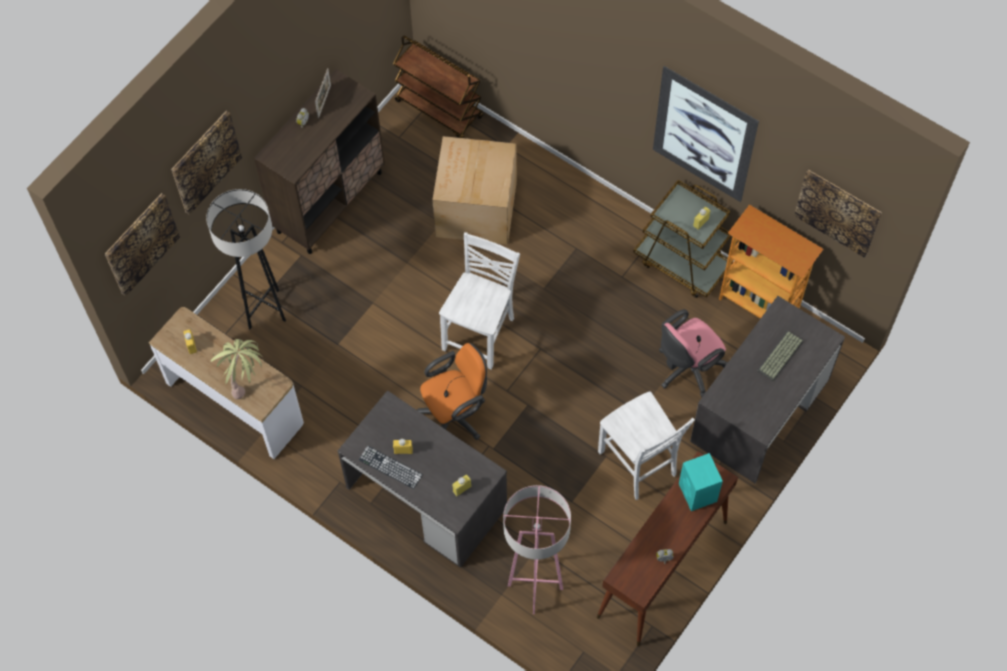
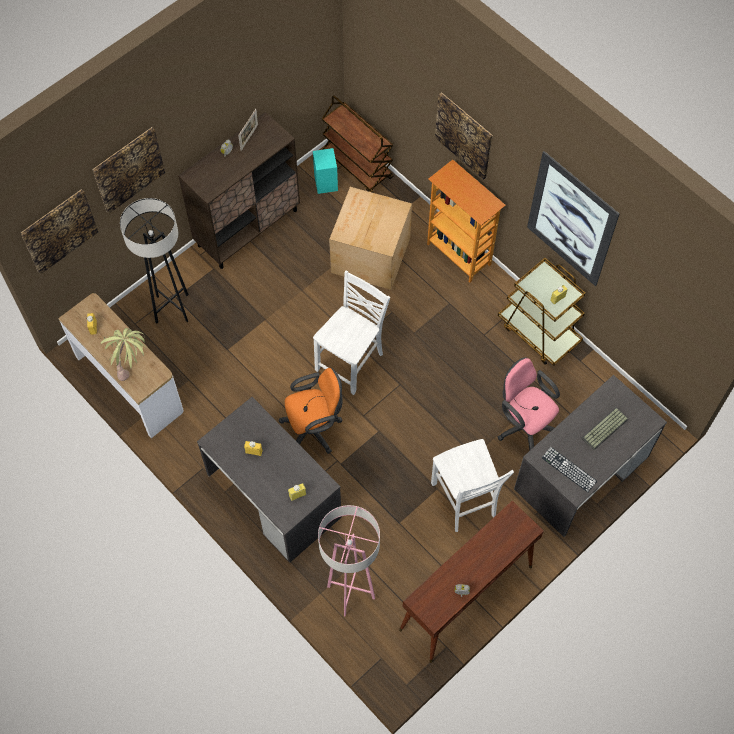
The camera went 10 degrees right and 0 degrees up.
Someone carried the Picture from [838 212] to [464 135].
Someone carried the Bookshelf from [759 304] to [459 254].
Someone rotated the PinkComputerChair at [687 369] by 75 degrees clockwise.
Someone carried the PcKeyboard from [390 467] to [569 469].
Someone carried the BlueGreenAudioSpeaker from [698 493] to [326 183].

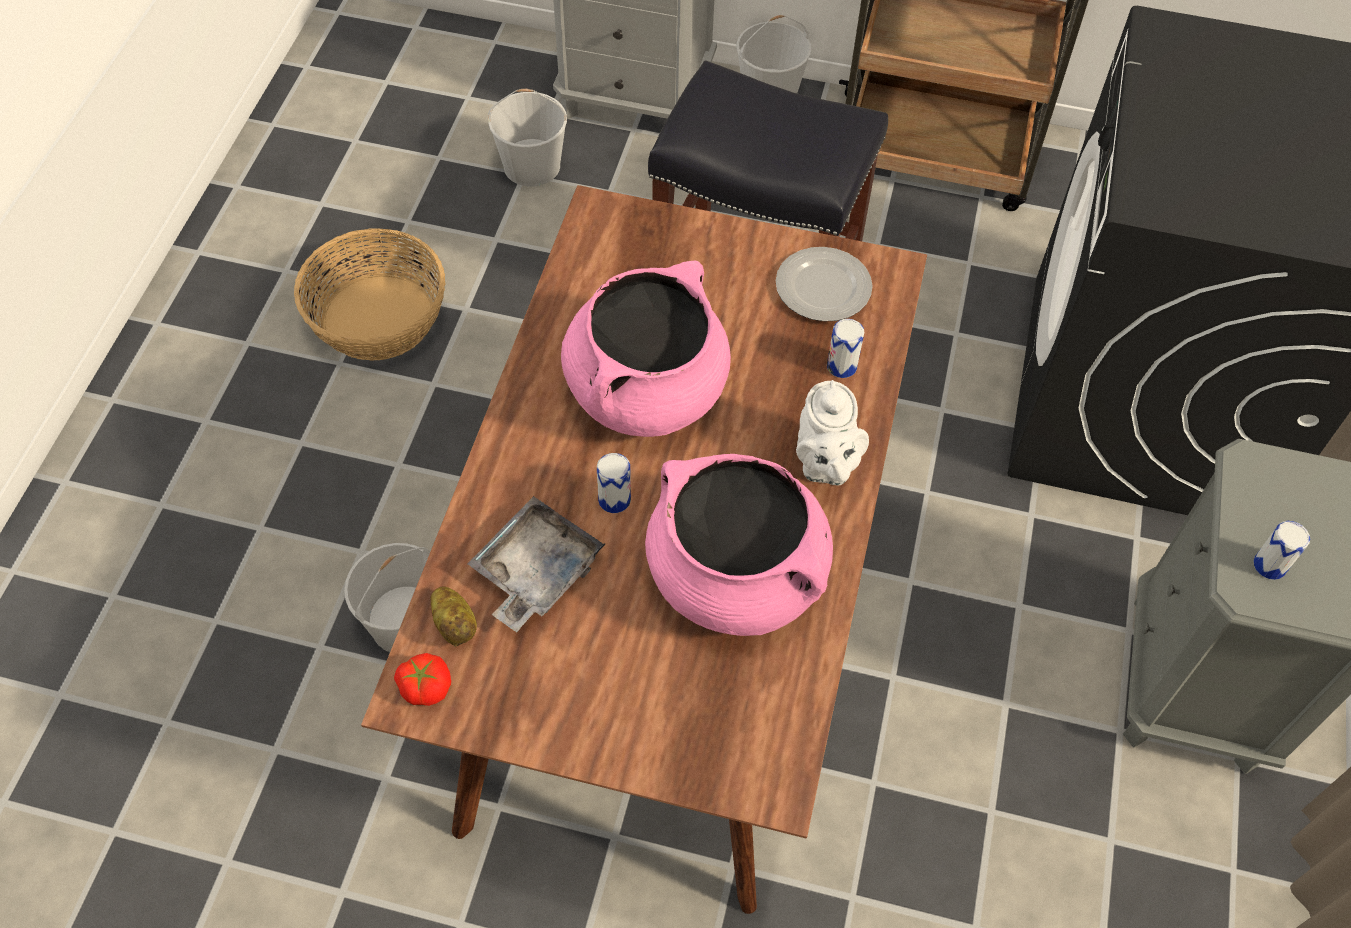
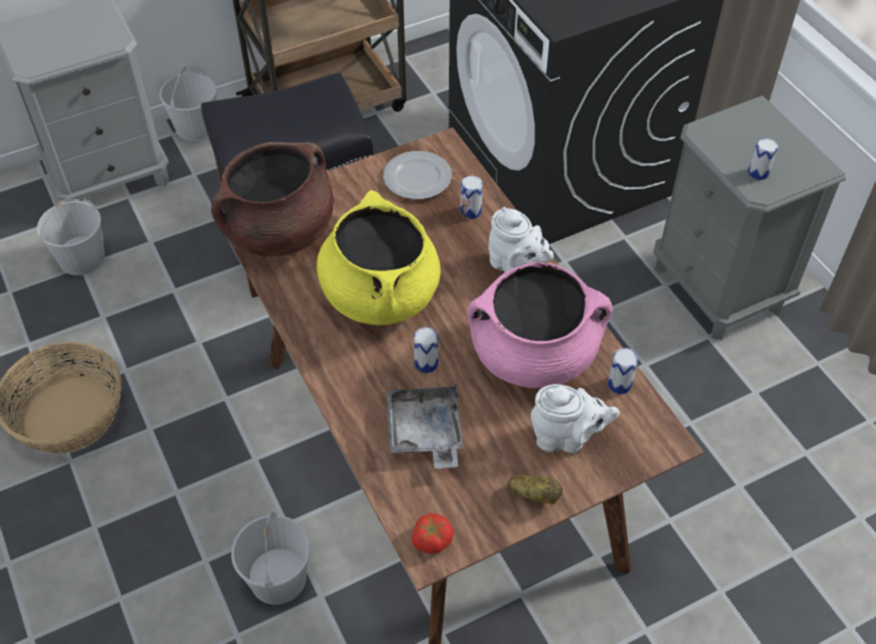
The camera went 40 degrees left and 5 degrees down.
Someone repainted the PinkStockpot at [646 390], which became the YellowColouredStockpot at [380 294].
Someone carried the Potato from [455 624] to [534 495].
Someone put down the BrownStockpot at [278 232].
Someone put down the Can at [619 384].
Someone put down the WhiteTeapot at [566 437].

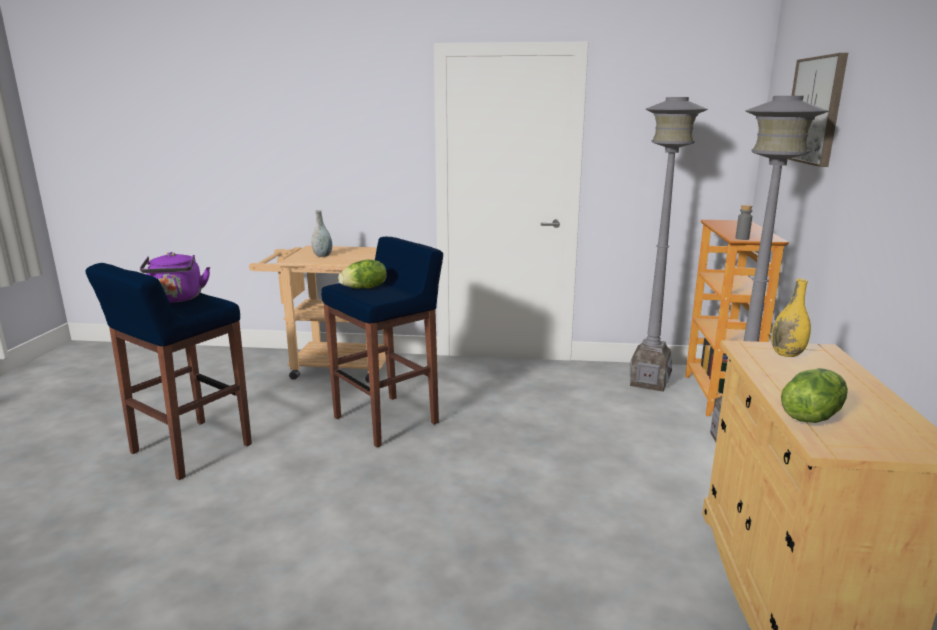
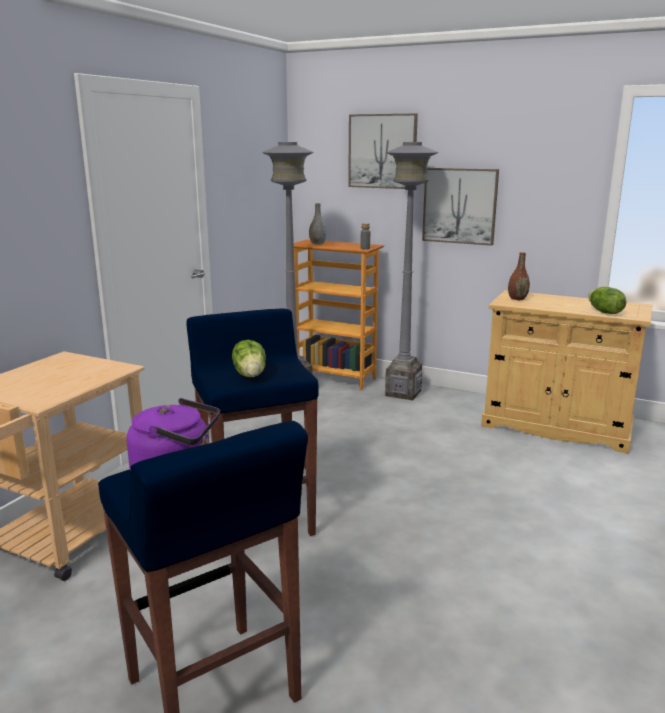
The camera went 70 degrees left and 0 degrees up.
Someone carried the GreyishDecorativeVase from [322 255] to [317 243].
Someone repainted the YellowColouredDecorativeVase at [787 353], which became the BrownDecorativeVase at [517 299].
Someone put up the Picture at [460 206].

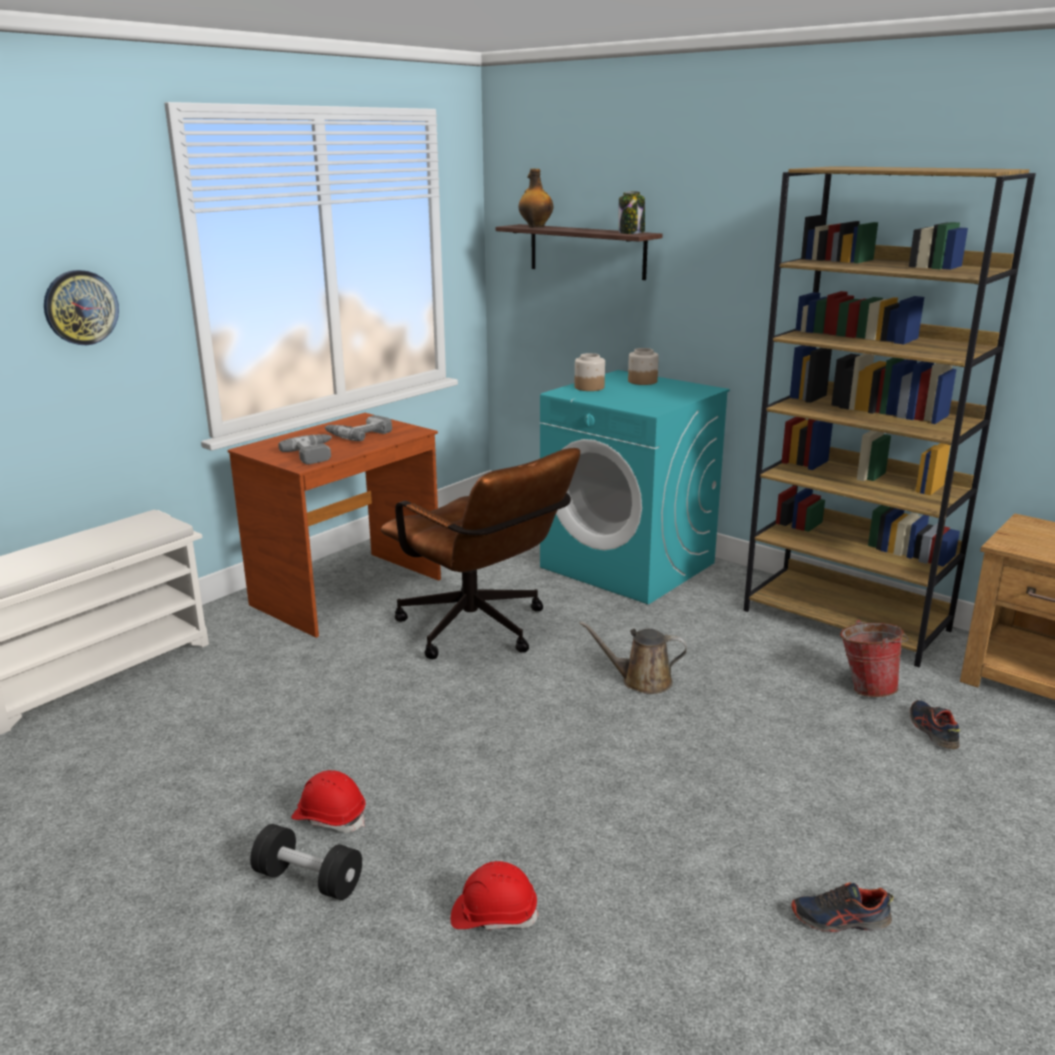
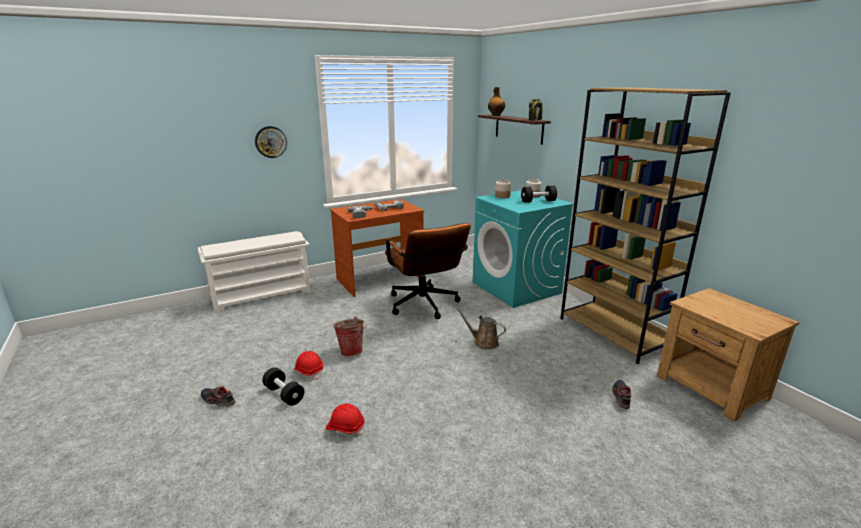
The camera went 20 degrees right and 0 degrees up.
Someone carried the Bucket from [866 687] to [352 351].
Someone carried the ItemOfFootwear from [840 920] to [217 401].
Someone put down the BlackDumbbell at [538 201].

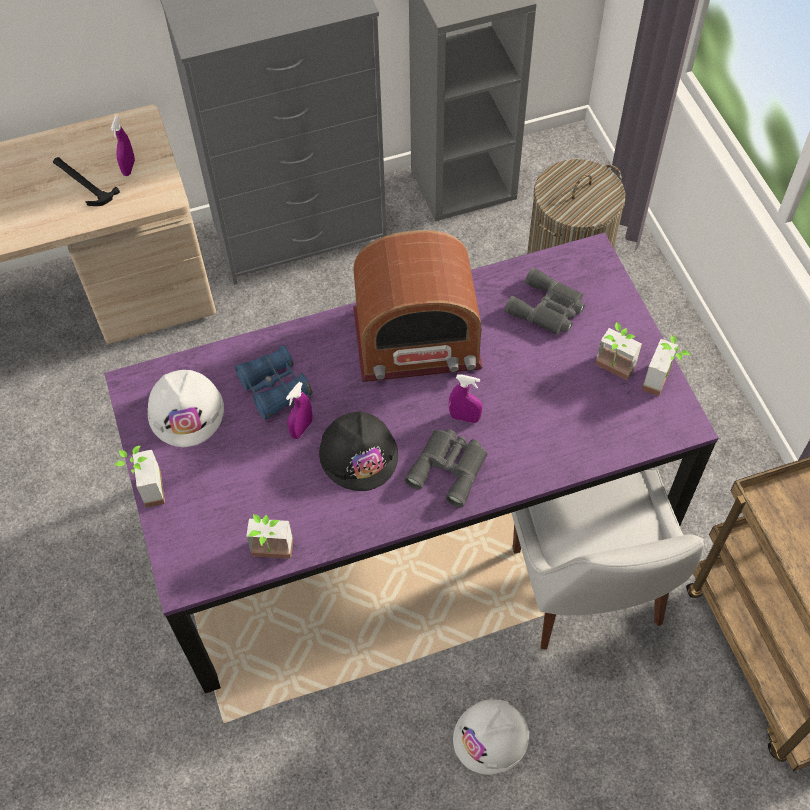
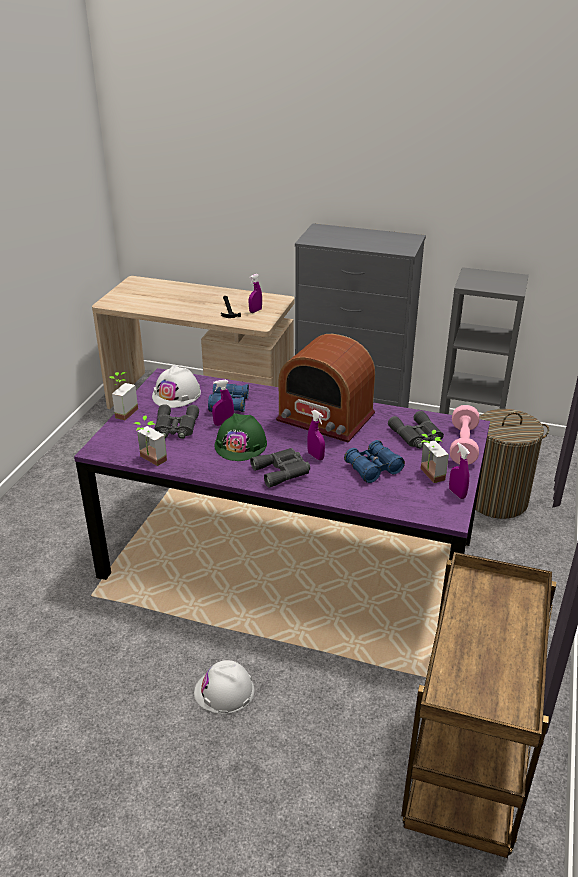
The camera went 35 degrees right and 25 degrees down.
Someone swapped the Houseplant at [663 382] for the PurplishSprayer at [457 493].
Someone repainted the BlackHardHat at [359 453], which became the GreenishHardHat at [241 444].
Someone took away the WhiteChair at [588 592].
Someone put down the GreyishFieldGlasses at [175 427].
Someone put down the PinkDumbbell at [463 445].
Someone put down the BlueColouredFieldGlasses at [373 468].

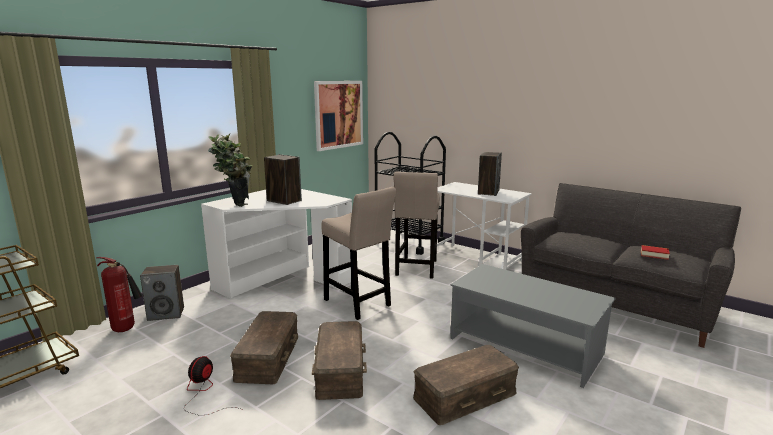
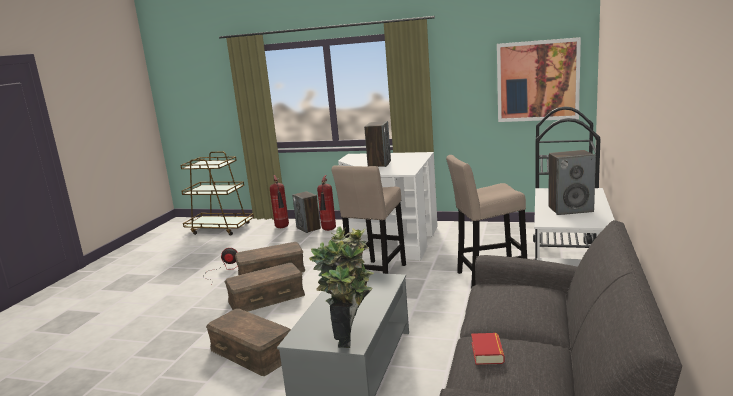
The camera went 70 degrees right and 0 degrees up.
Someone carried the Houseplant from [234 203] to [350 335].
Someone put down the Extinguisher at [329 230].

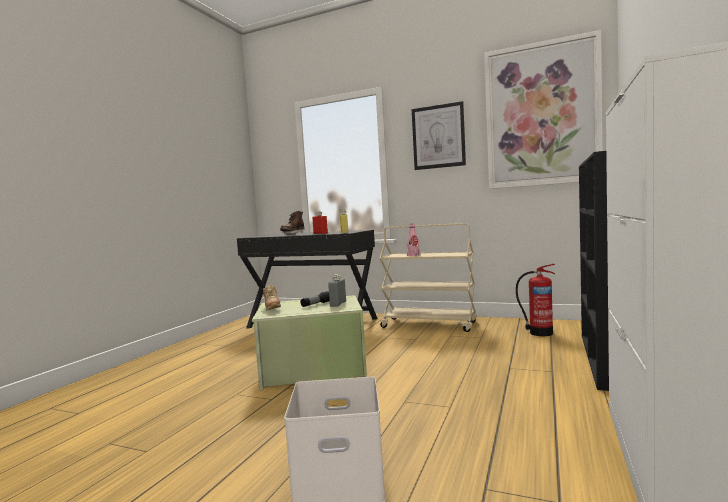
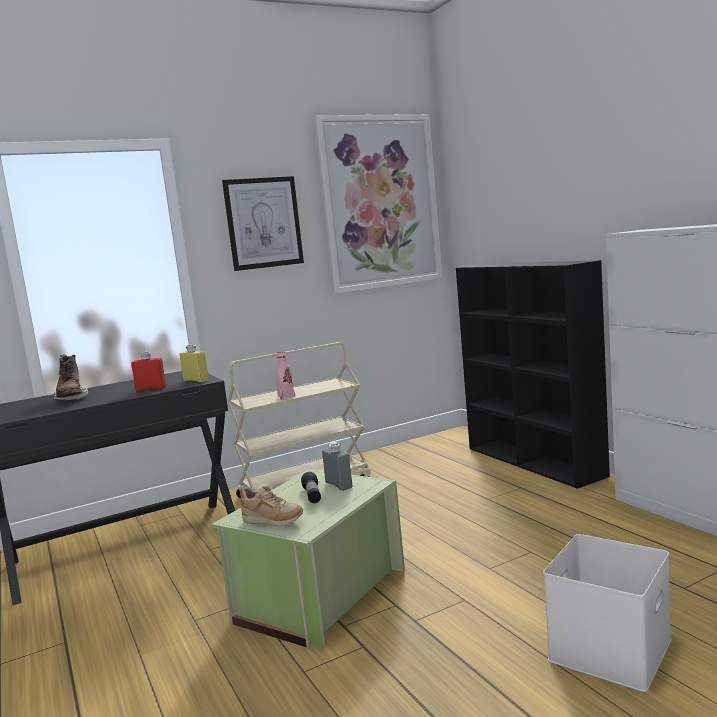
The camera went 50 degrees left and 5 degrees up.
Someone took away the Extinguisher at [539 333].

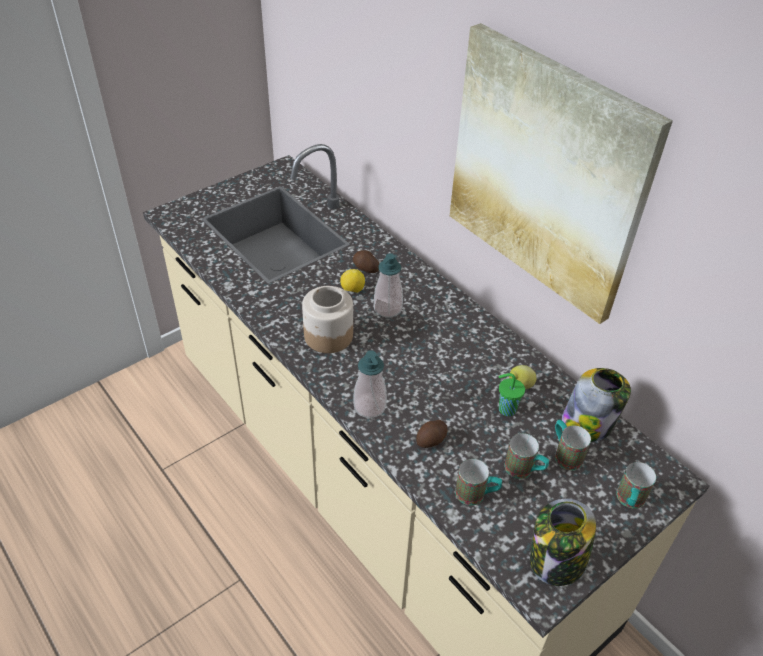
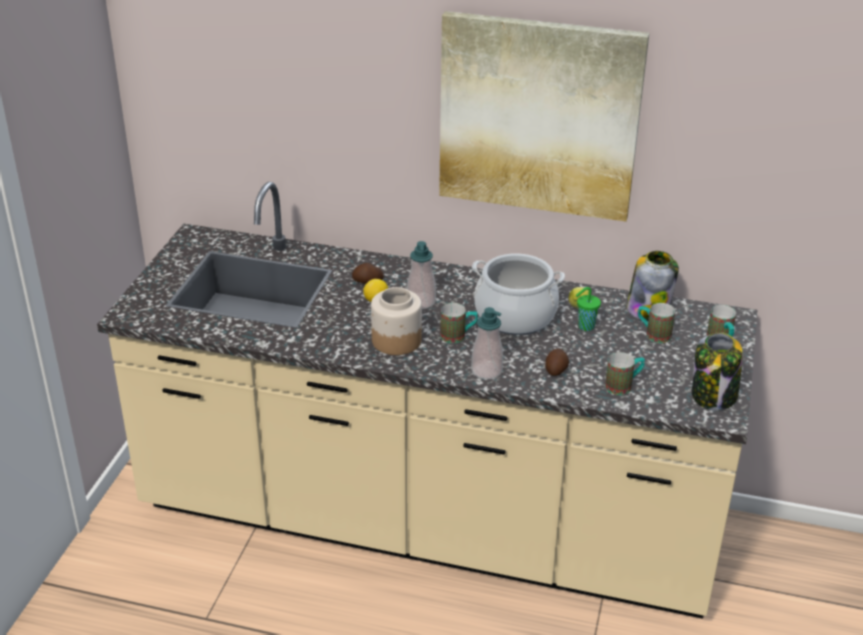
The camera went 35 degrees left and 10 degrees down.
Someone carried the CoffeeMug from [524 470] to [458 336].
Someone put down the Stockpot at [515 316].

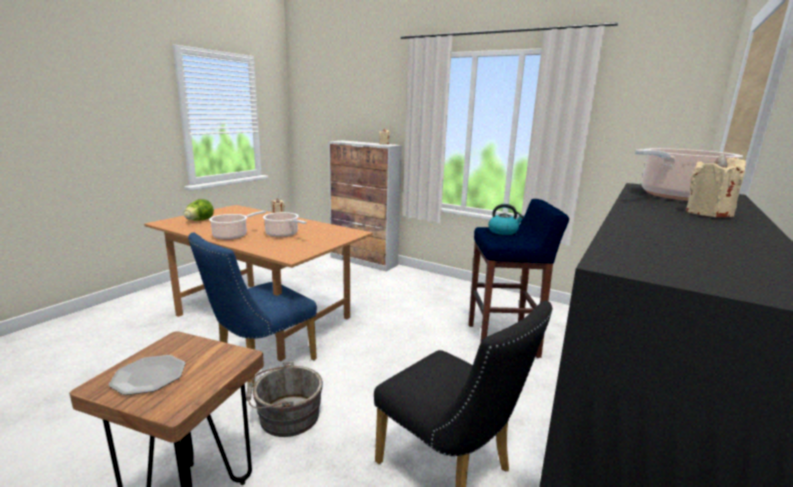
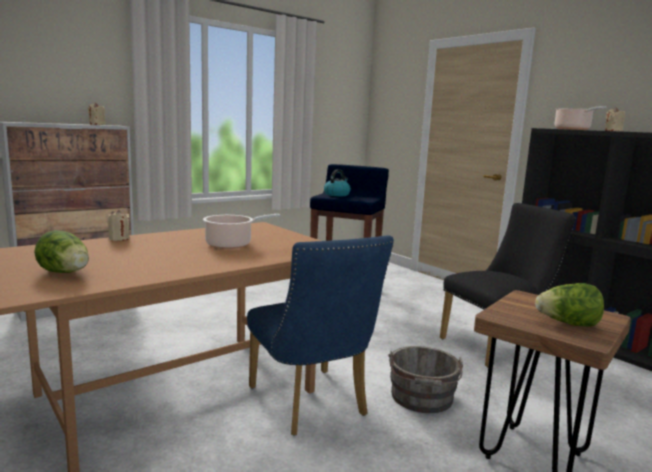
The camera went 70 degrees left and 5 degrees down.
Someone took away the Stockpot at [232 236].
Someone swapped the Plate at [149 376] for the HeadOfLettuce at [567 324].

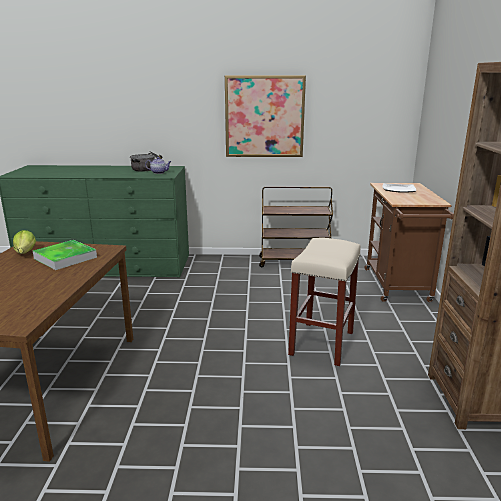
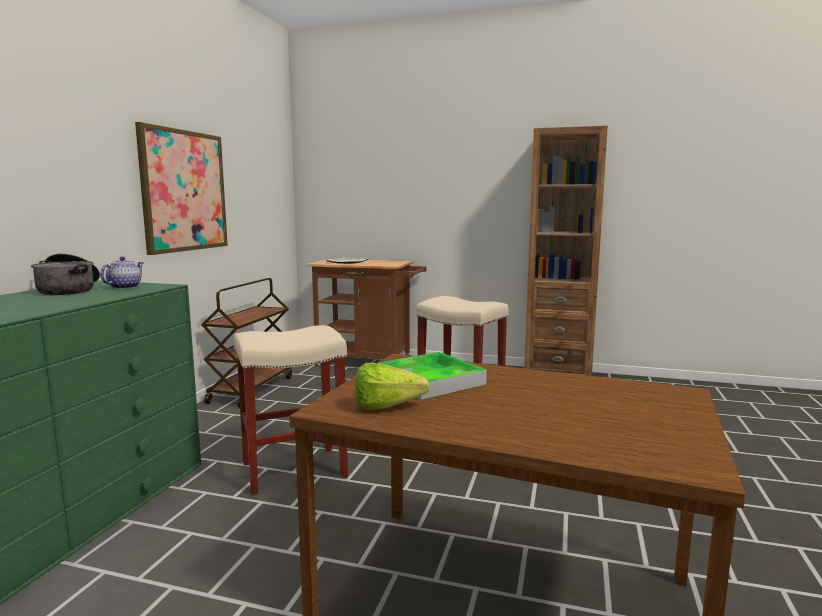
The camera went 75 degrees left and 10 degrees down.
Someone put down the SandColouredStoolSeat at [295 469].

